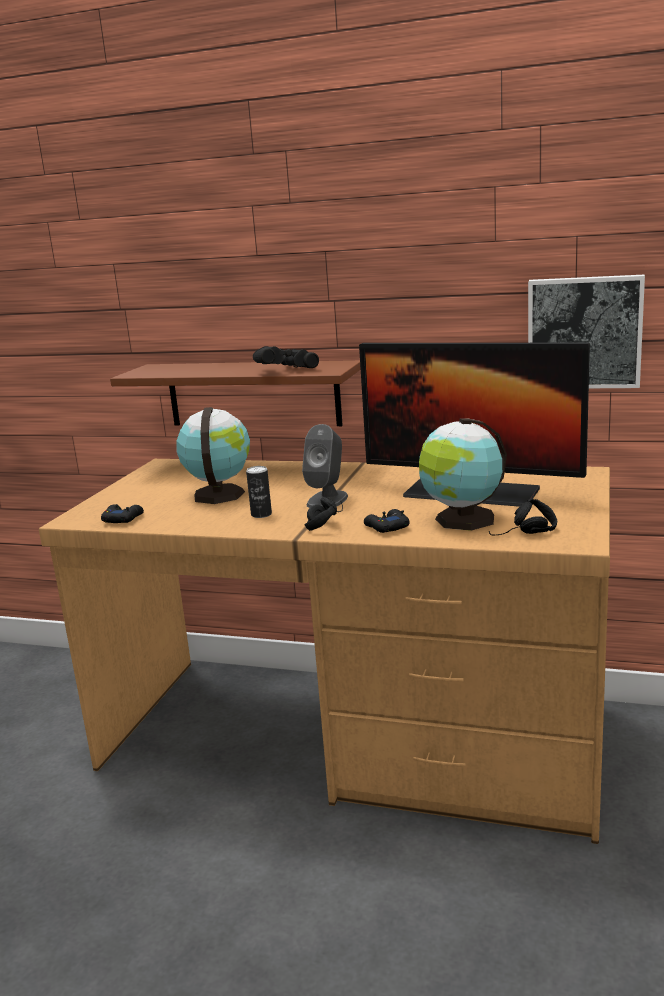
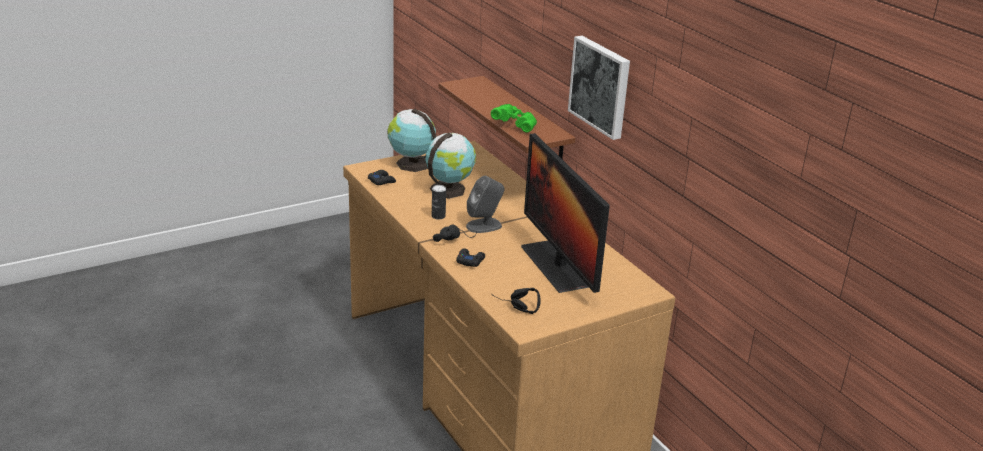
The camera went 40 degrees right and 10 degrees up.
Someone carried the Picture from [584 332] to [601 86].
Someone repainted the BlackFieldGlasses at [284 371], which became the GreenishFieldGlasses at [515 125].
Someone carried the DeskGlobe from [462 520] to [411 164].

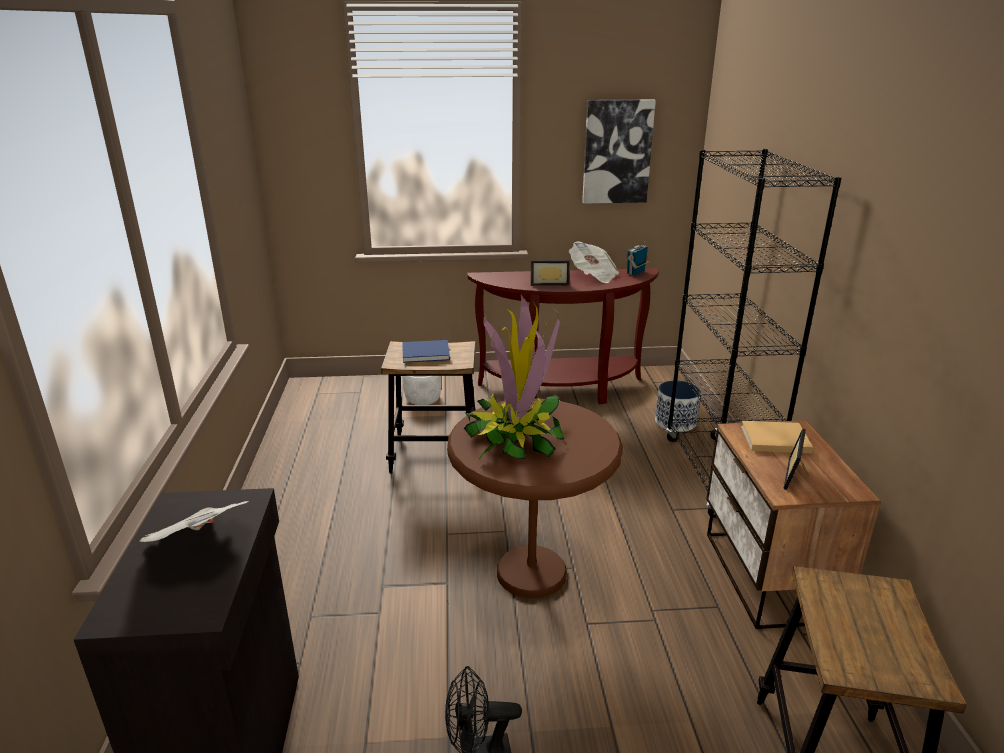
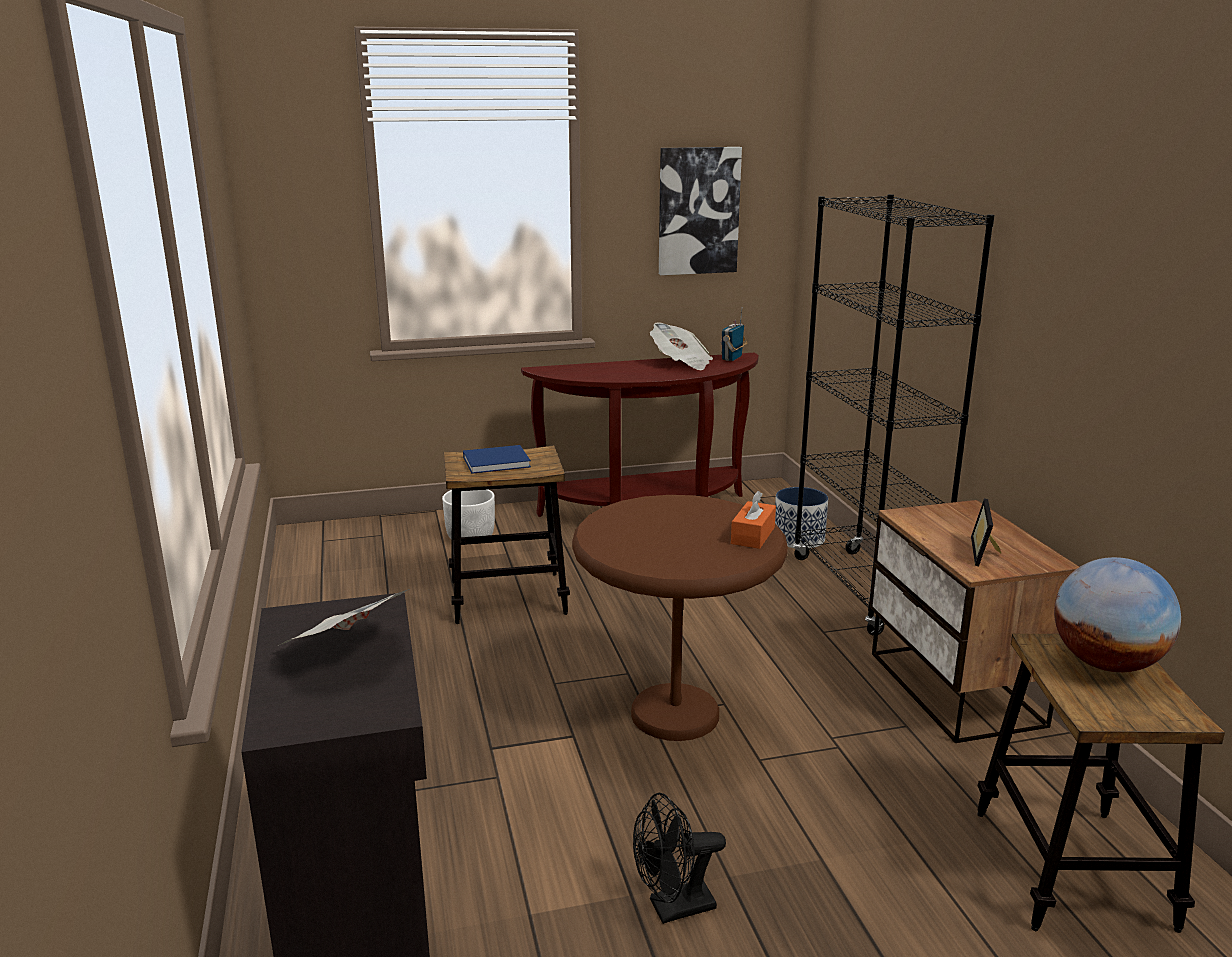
The camera went 10 degrees left and 5 degrees down.
Someone took away the PictureFrame at [549 283].
Someone took away the Houseplant at [515 437].
Someone took away the SandColouredVolume at [773 439].
Someone put down the OrangeyTissueBox at [753 535].
Someone put down the DeskGlobe at [1105 663].

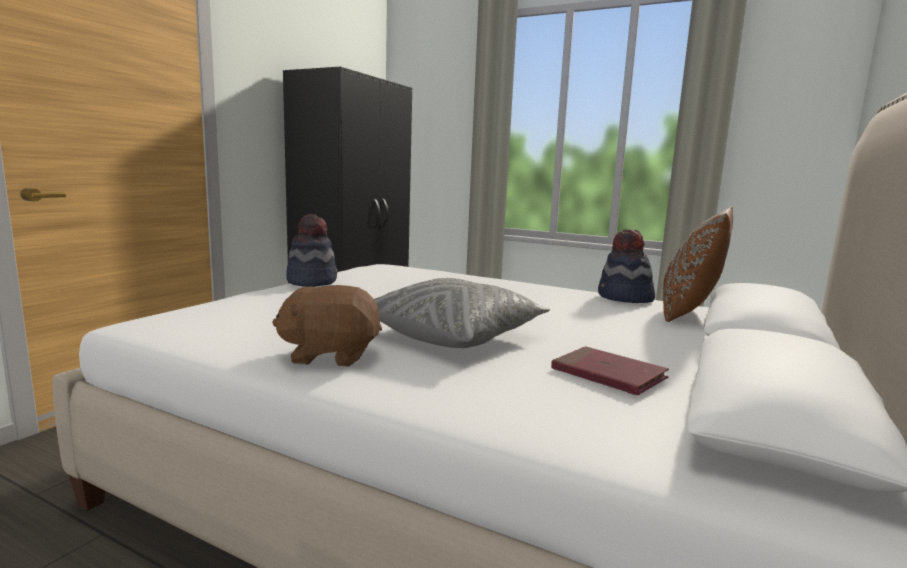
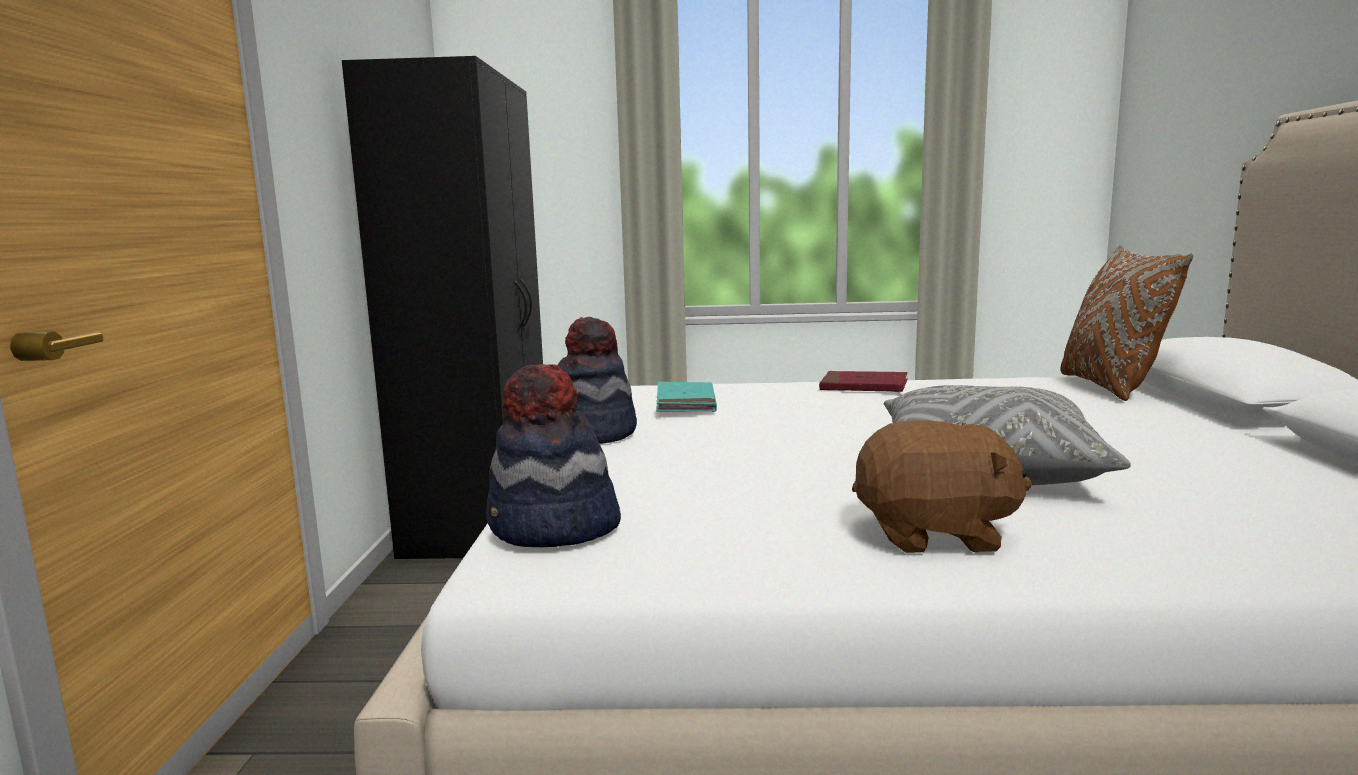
The camera went 25 degrees left and 0 degrees up.
Someone carried the ClothingHat from [624 298] to [553 529].
Someone rotated the BrownPlushToy at [330 355] by 150 degrees counterclockwise.
Someone carried the RedColouredVolume from [608 375] to [863 387].
Someone put down the BlueGreenVolume at [686 402].

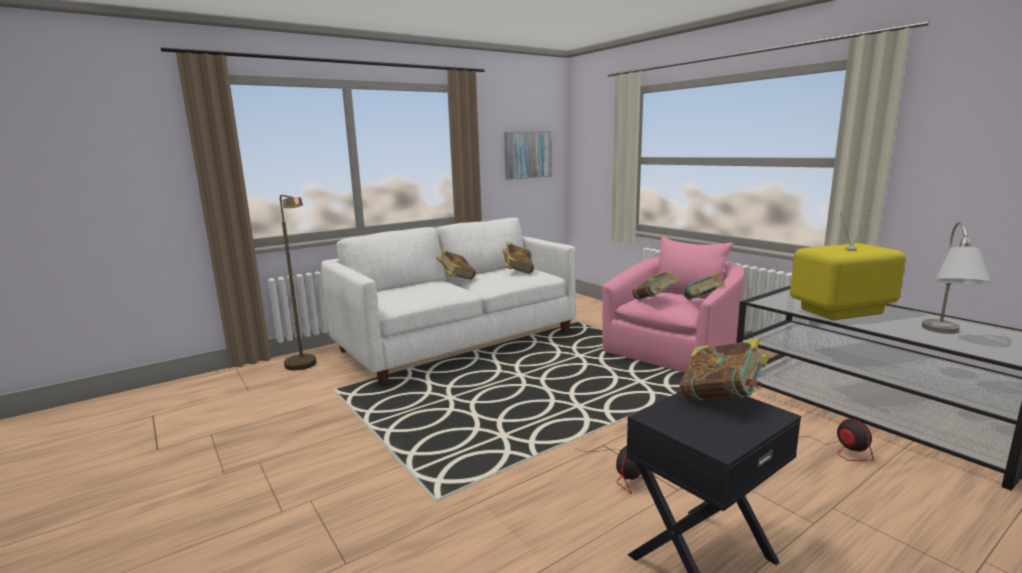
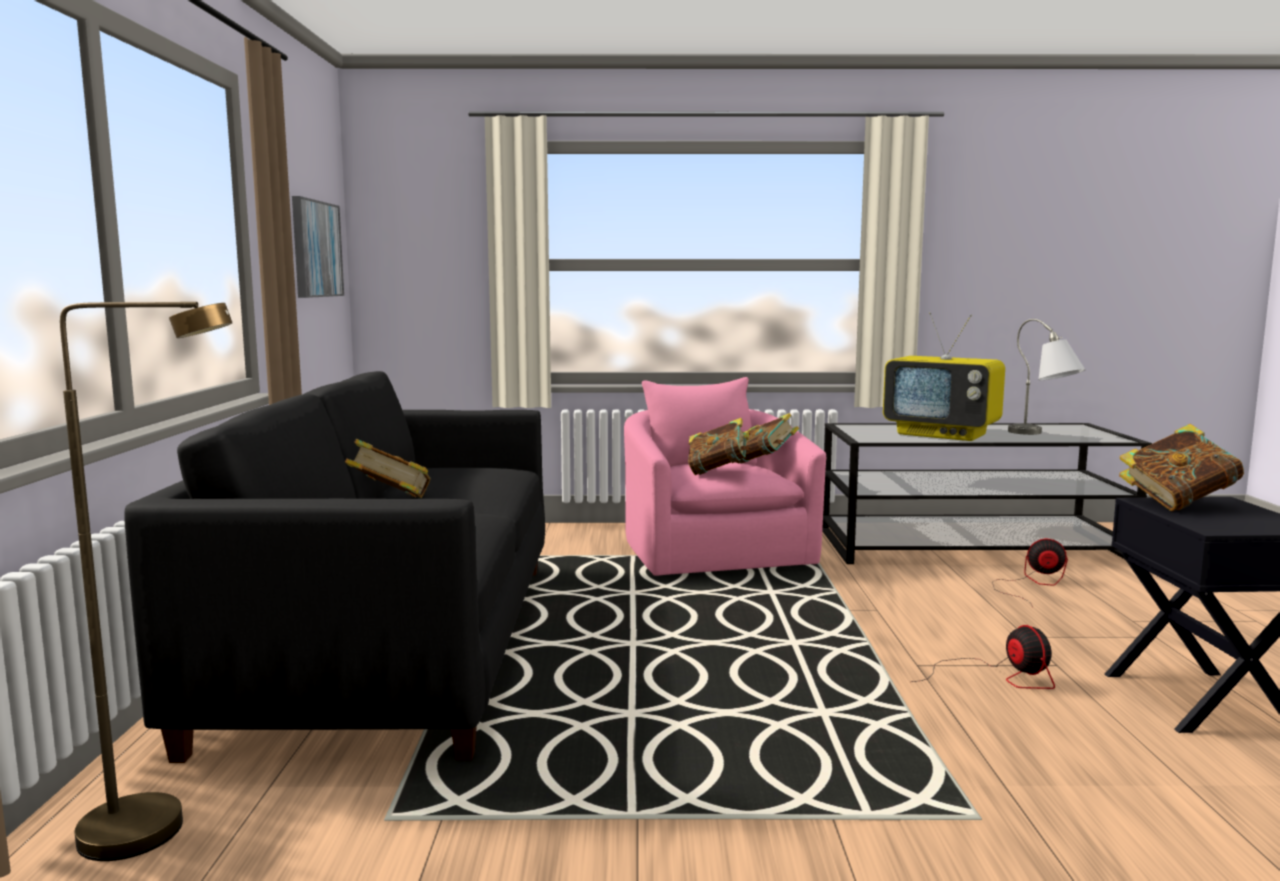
The camera went 55 degrees left and 5 degrees down.
Someone rotated the Tv at [841 312] by 75 degrees counterclockwise.
Someone repainted the WhiteSettee at [458 342], which became the BlackSettee at [397 645].
Someone took away the Volume at [518 271].

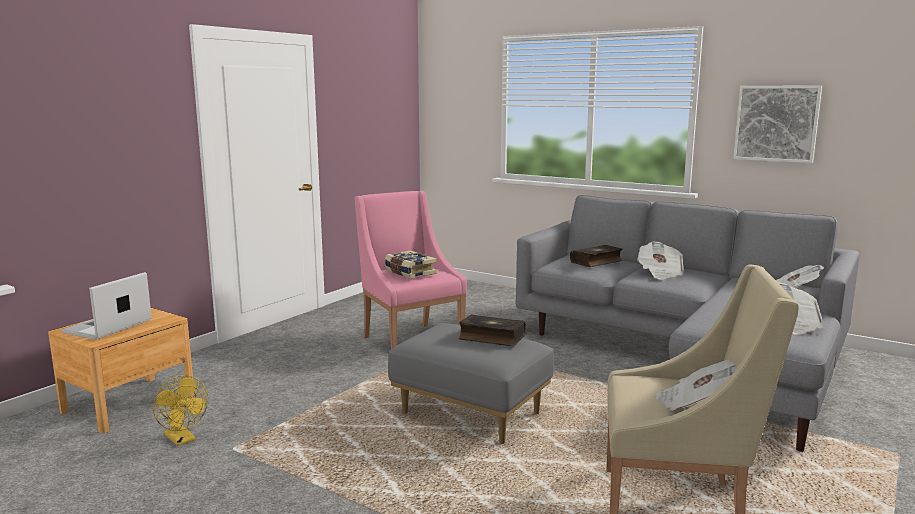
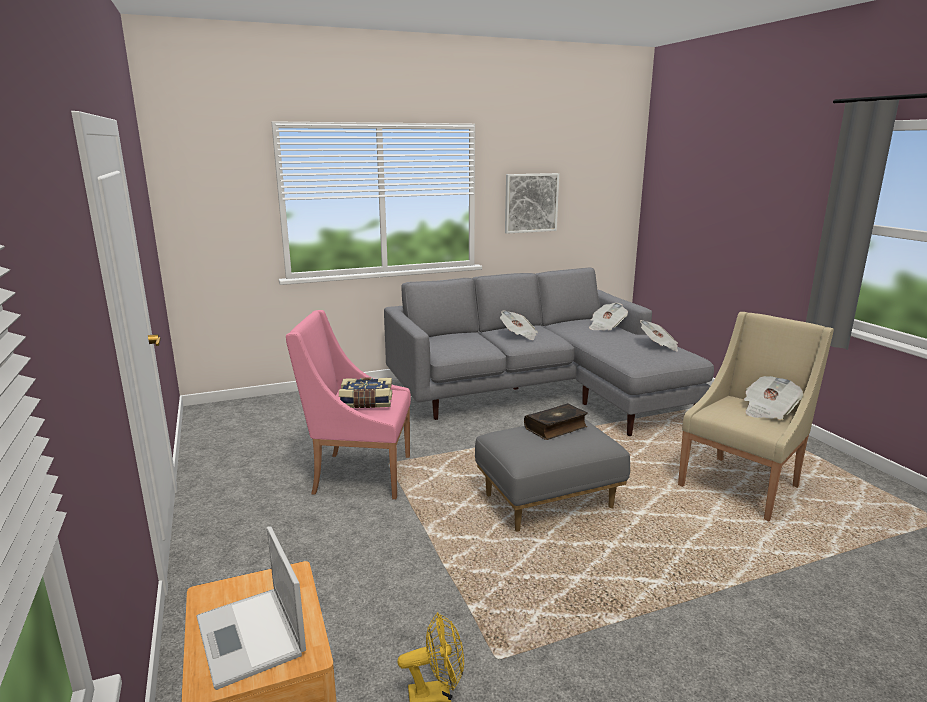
The camera went 55 degrees left and 5 degrees up.
Someone took away the Volume at [597 262].

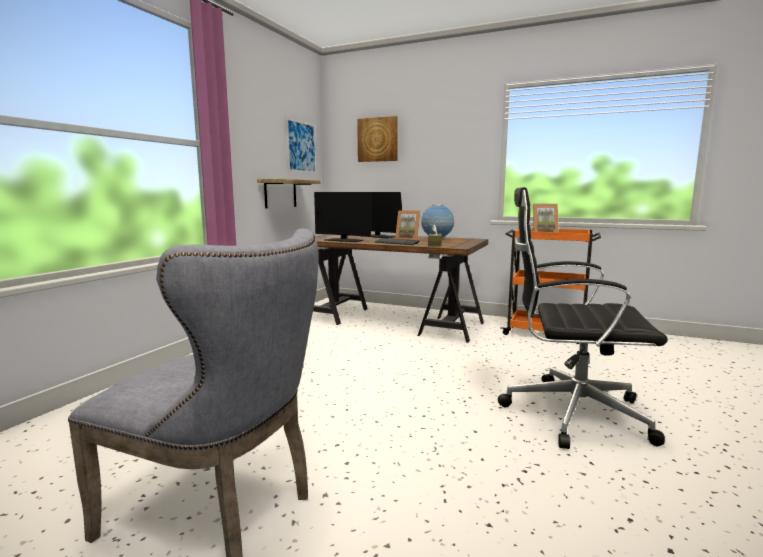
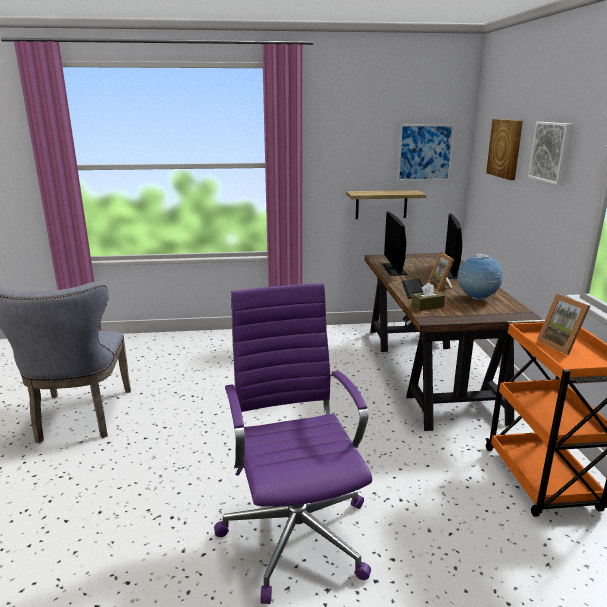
The camera went 60 degrees right and 10 degrees up.
Someone repainted the BlackComputerChair at [570 413], which became the PurplishComputerChair at [296 531].
Someone put up the Picture at [552 152].

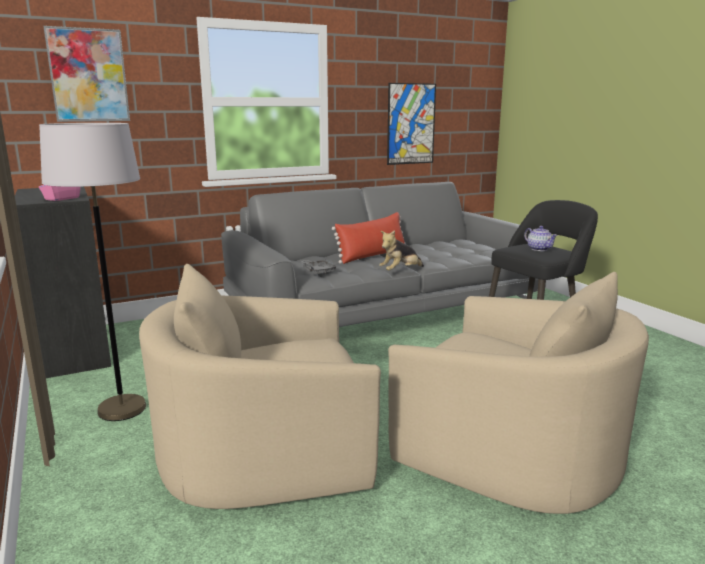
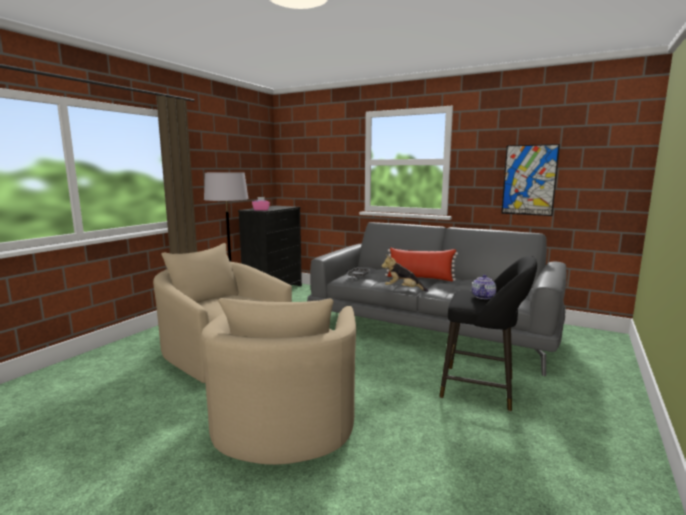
The camera went 55 degrees right and 5 degrees down.
Someone took away the Picture at [88 75].

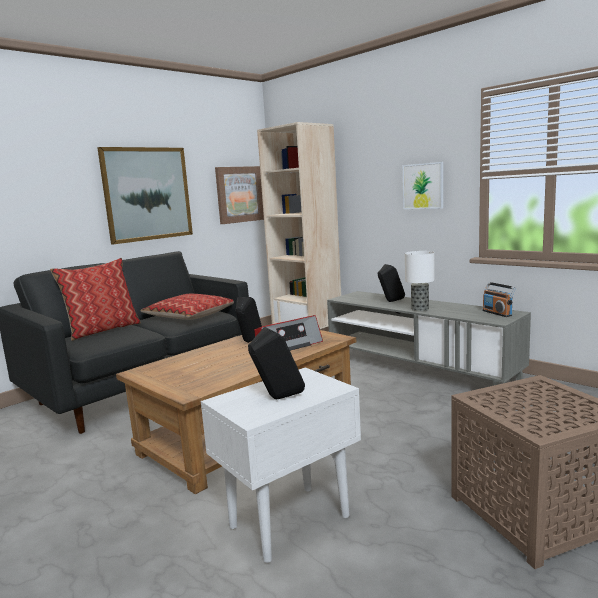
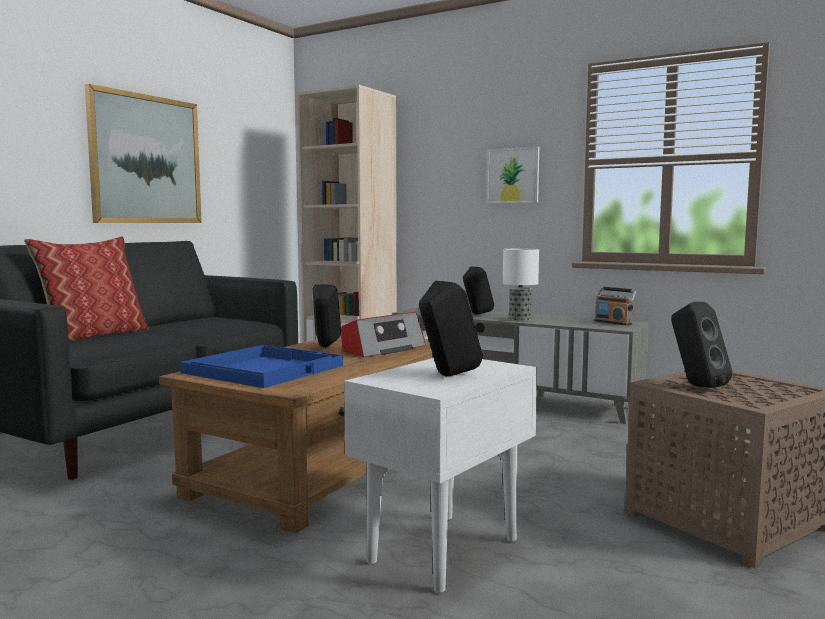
The camera went 15 degrees left and 5 degrees down.
Someone took away the Picture at [239 194].
Someone took away the Cushion at [190 316].
Someone put down the BlackAudioSpeaker at [696 385].
Someone put down the BlueColouredServingTray at [263 369].

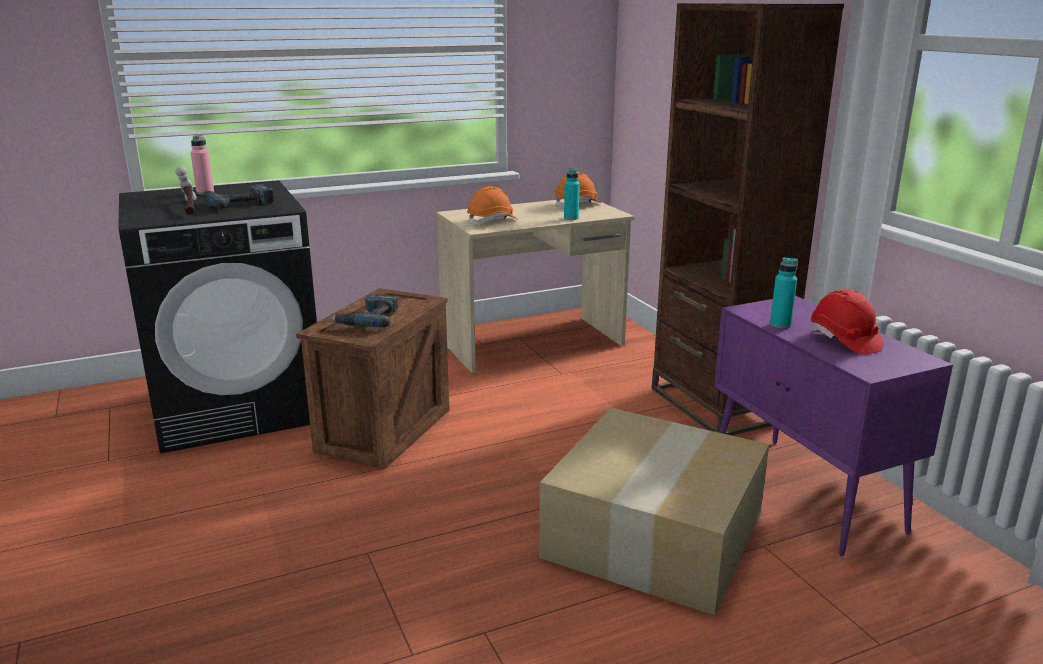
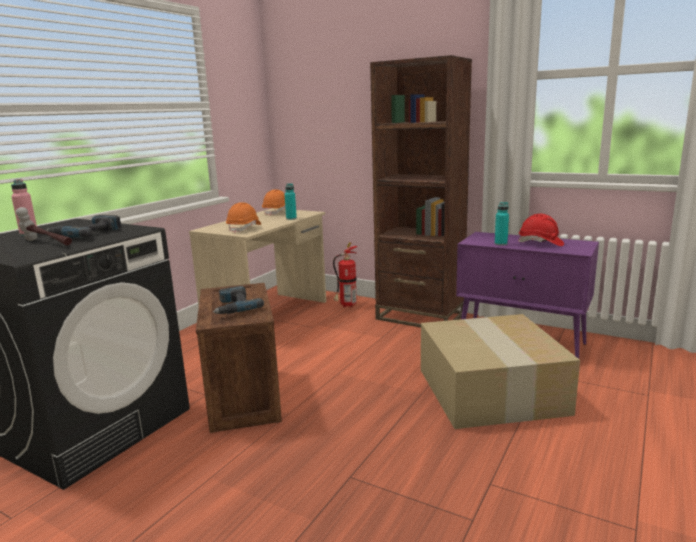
The camera went 35 degrees left and 5 degrees down.
Someone put down the Extinguisher at [346 306].

